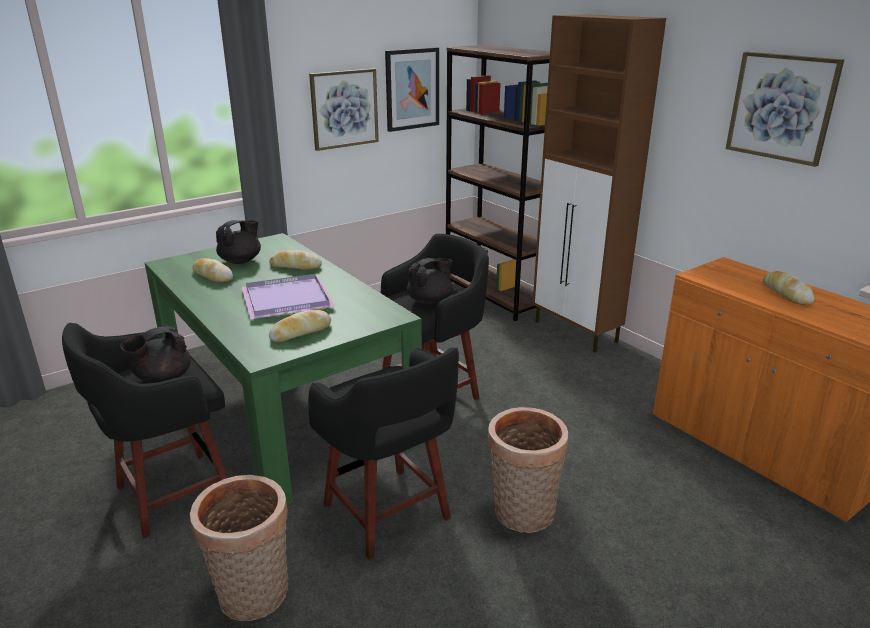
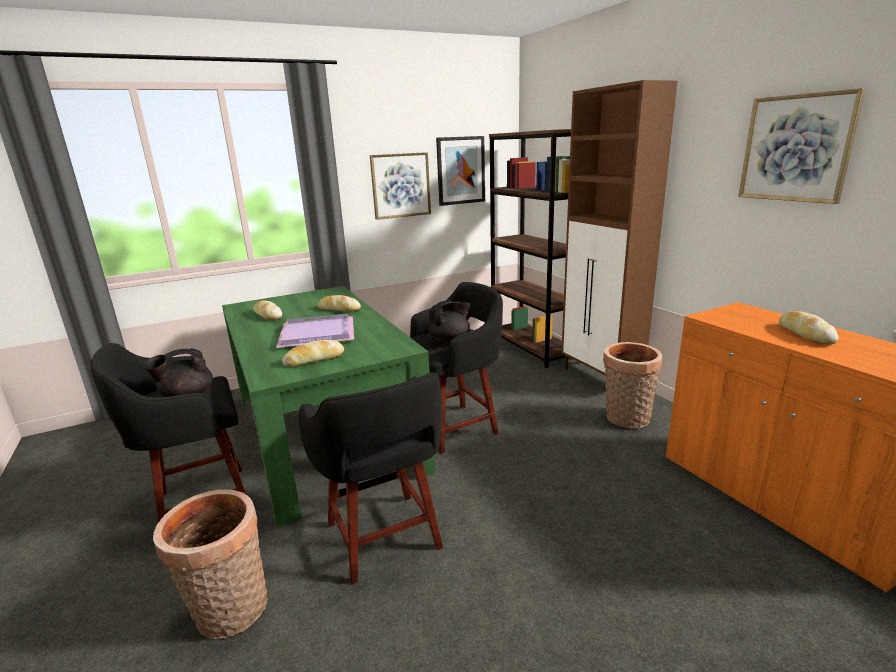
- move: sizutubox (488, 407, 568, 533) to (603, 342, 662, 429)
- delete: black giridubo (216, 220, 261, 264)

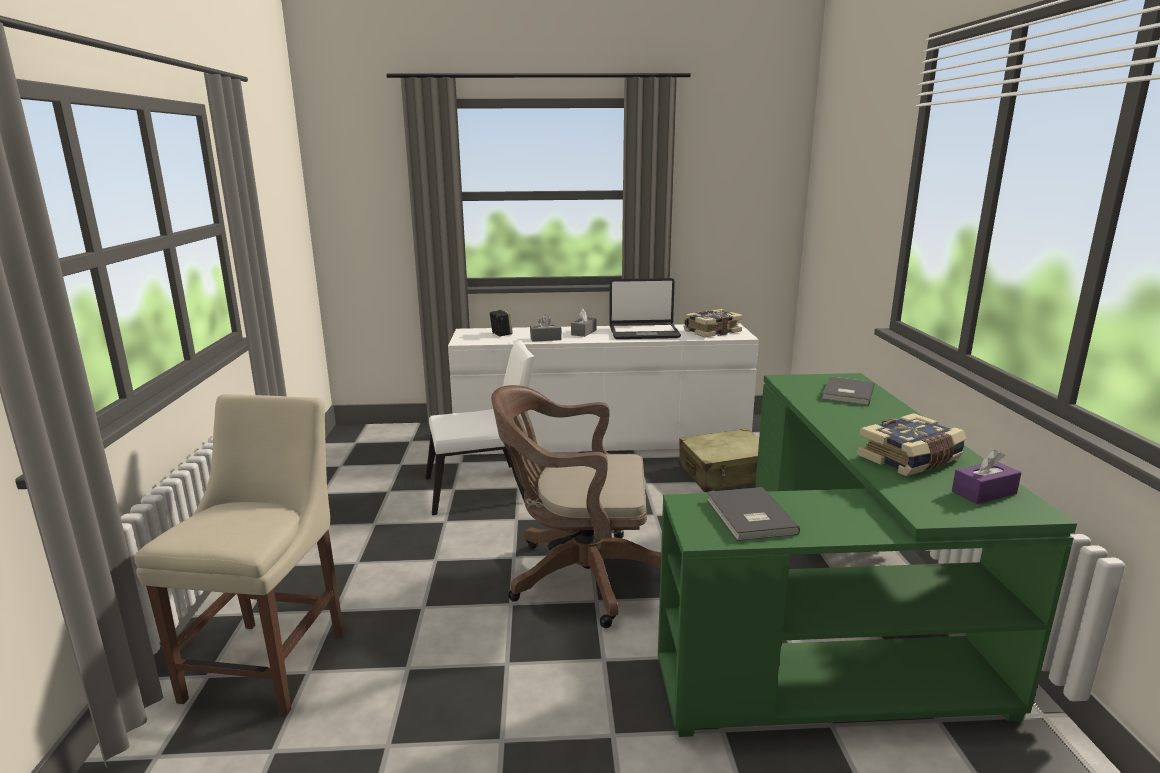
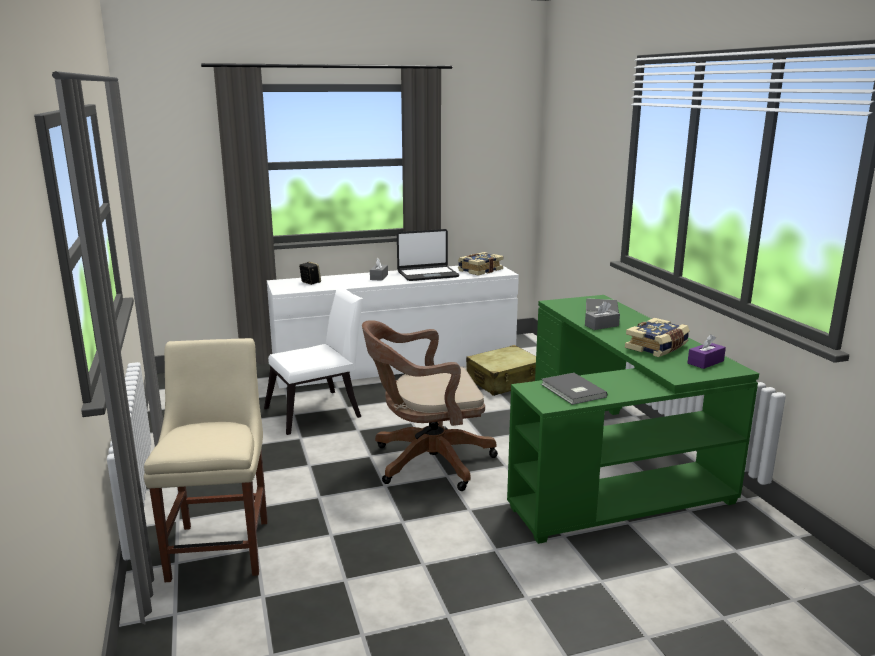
- move: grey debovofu (530, 314, 562, 342) to (585, 301, 620, 330)

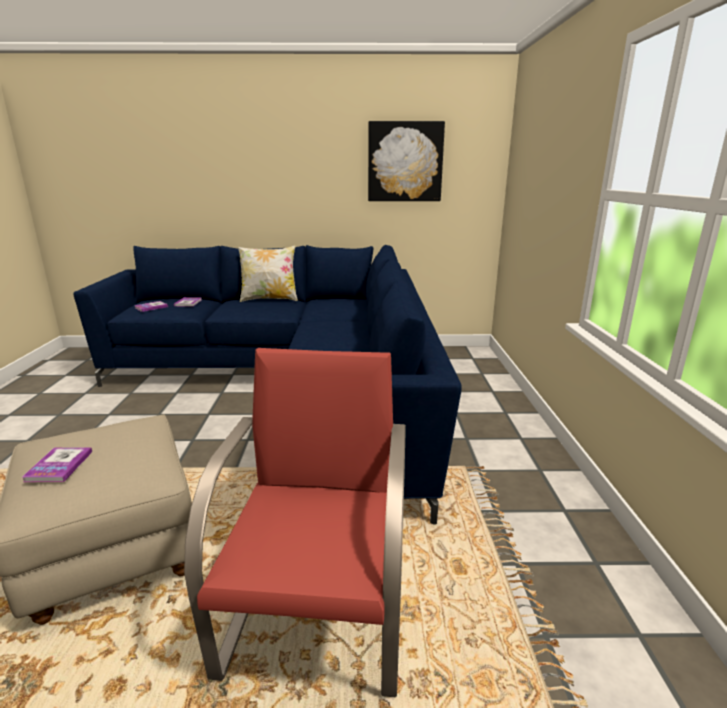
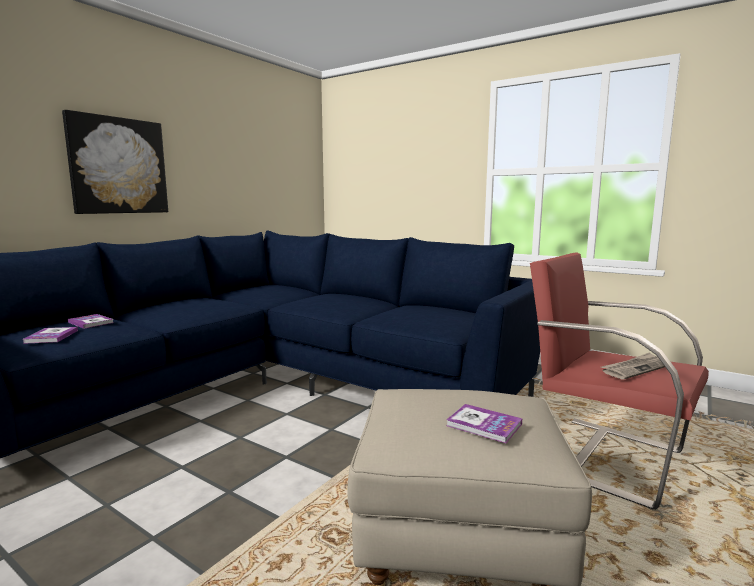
- move: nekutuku (368, 121, 445, 201) to (62, 110, 168, 214)
- insert: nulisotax (601, 352, 665, 379)
- delete: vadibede (238, 245, 298, 302)

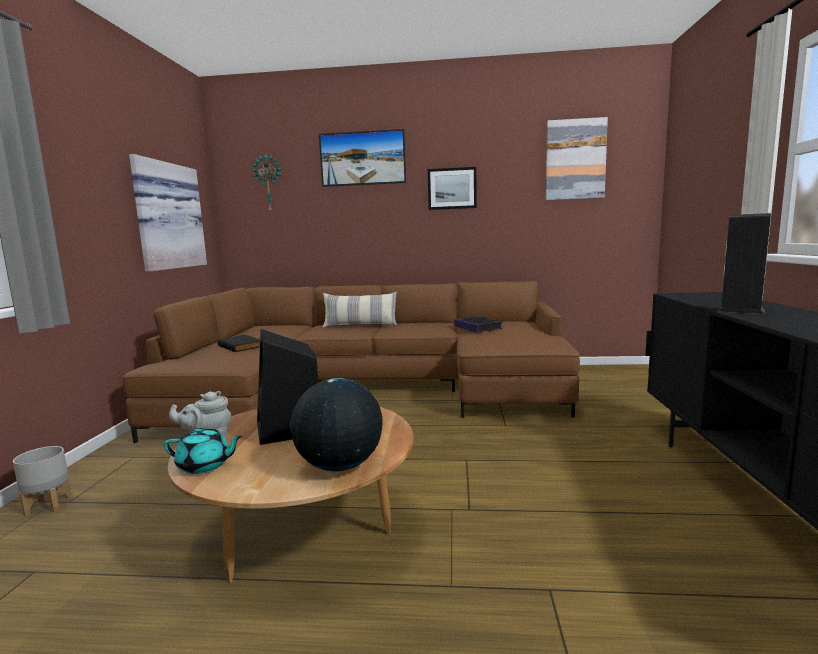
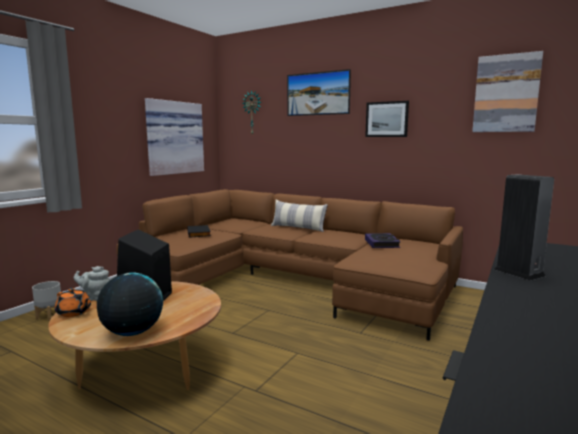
- recolor: turquoise giridubo (164, 427, 243, 474) to orange giridubo (55, 288, 91, 317)

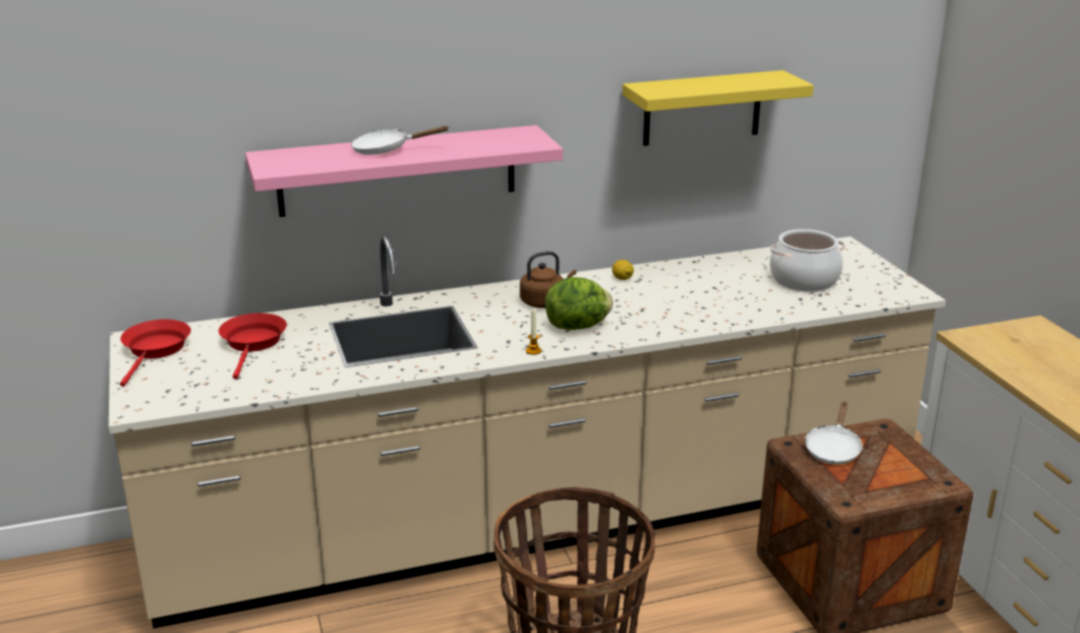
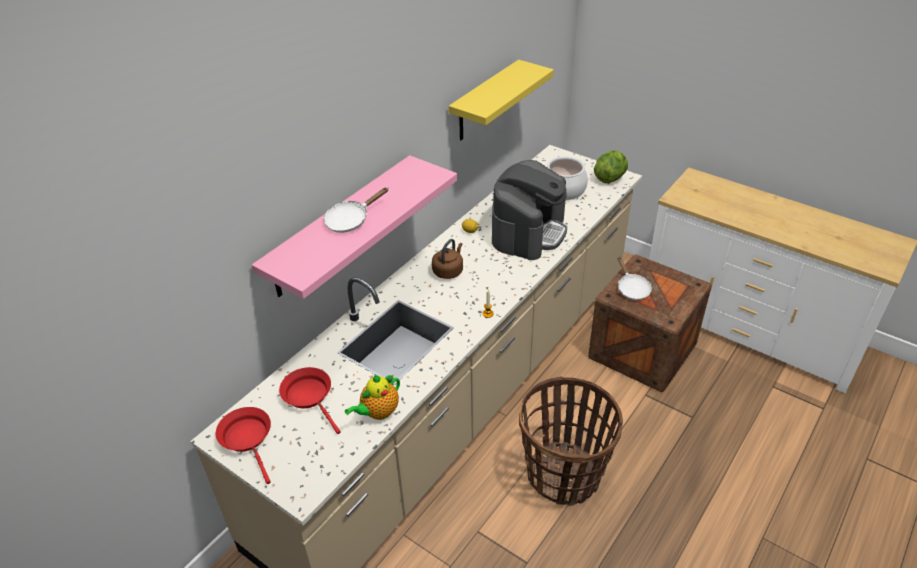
- insert: giridubo (345, 374, 400, 420)
- insert: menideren (492, 160, 567, 260)
- move: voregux (545, 277, 613, 330) to (594, 151, 628, 183)

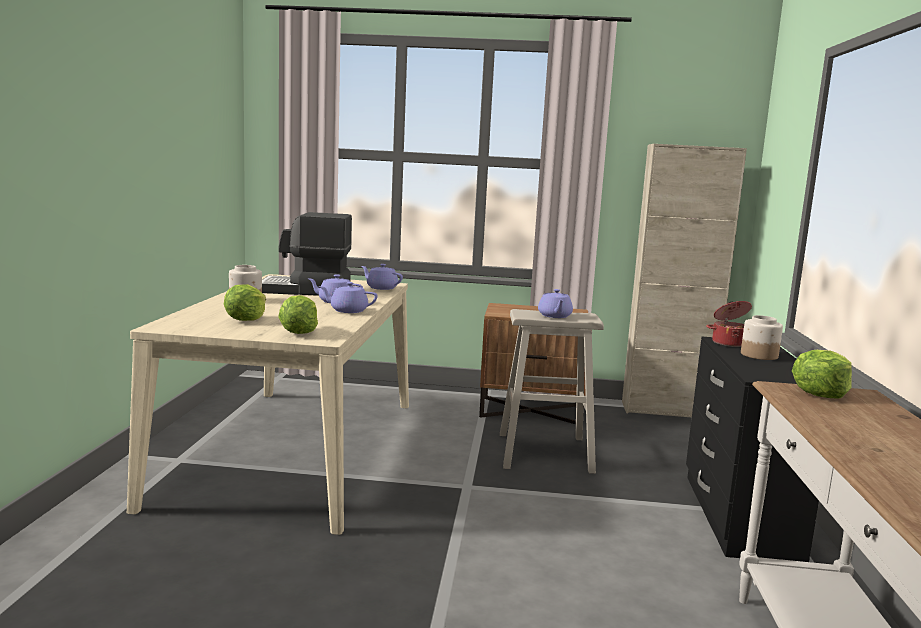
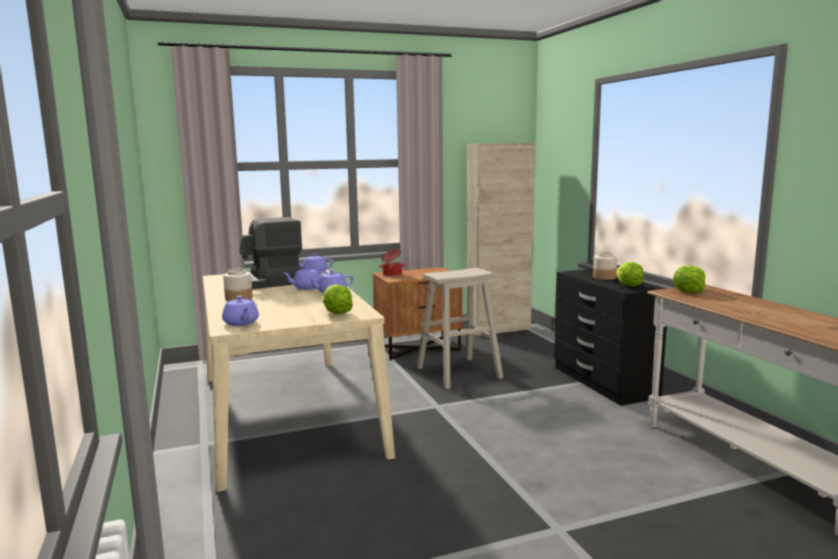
- move: purple giridubo (538, 289, 573, 318) to (222, 296, 259, 326)
- move: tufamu (706, 301, 752, 347) to (378, 249, 406, 276)
- move: voregux (224, 284, 266, 321) to (617, 262, 644, 286)

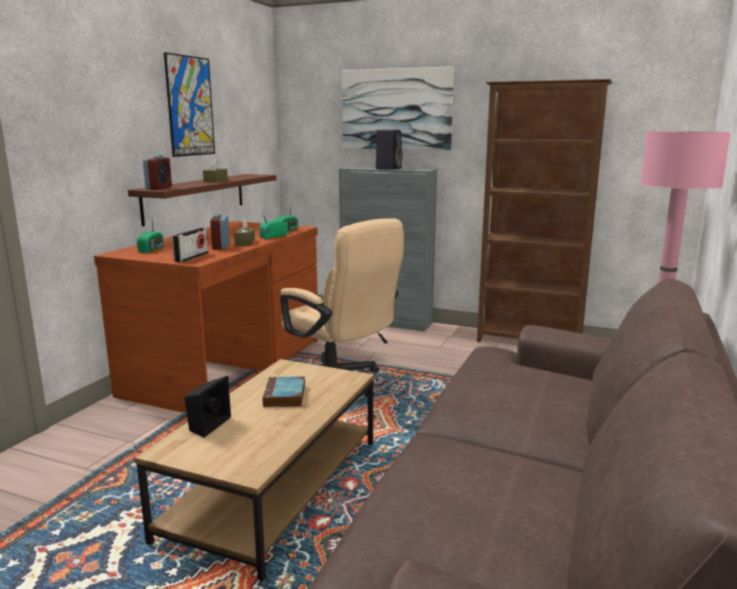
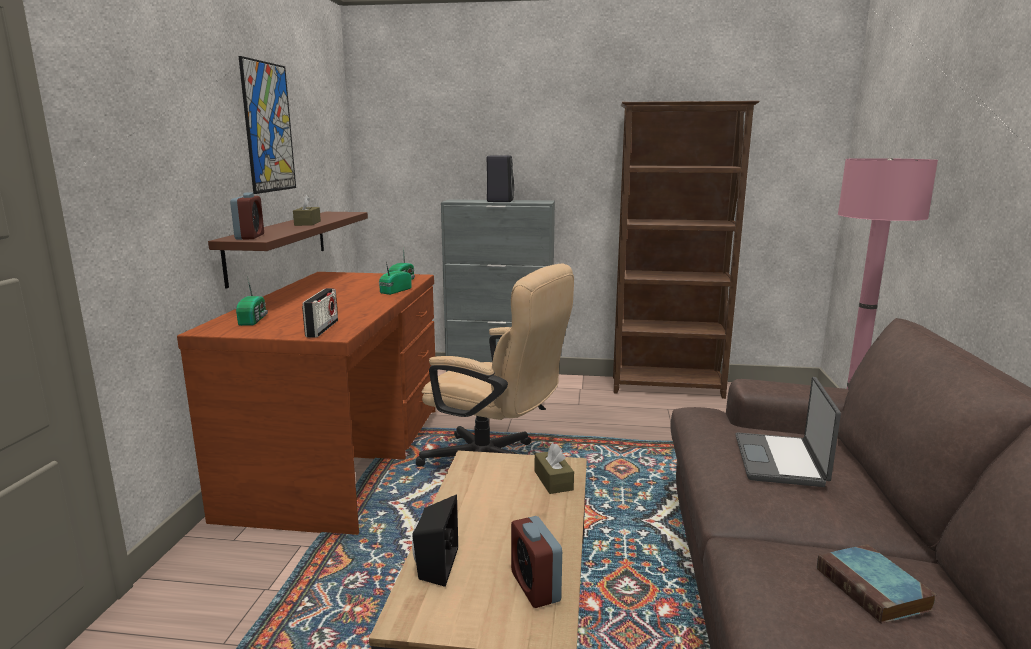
- move: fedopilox (210, 214, 230, 250) to (511, 516, 562, 608)
- move: brown debovofu (234, 219, 255, 246) to (535, 443, 574, 494)
- insert: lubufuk (735, 377, 841, 487)
- move: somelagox (262, 376, 305, 407) to (817, 544, 937, 624)
- delete: nekutuku (342, 66, 454, 150)

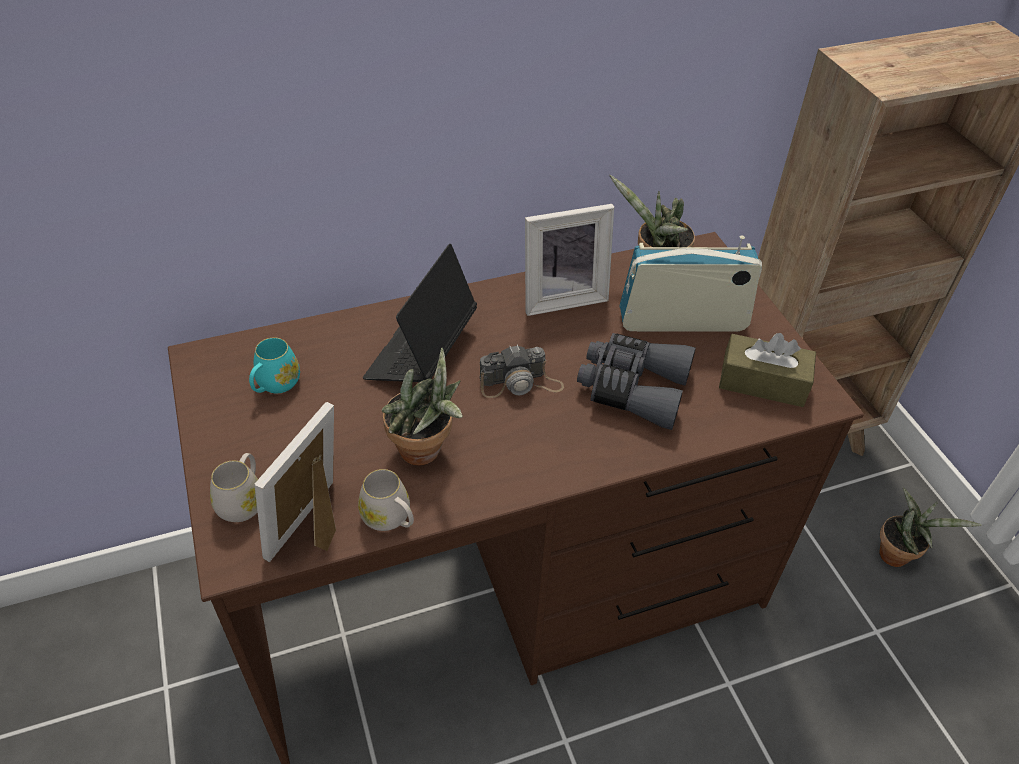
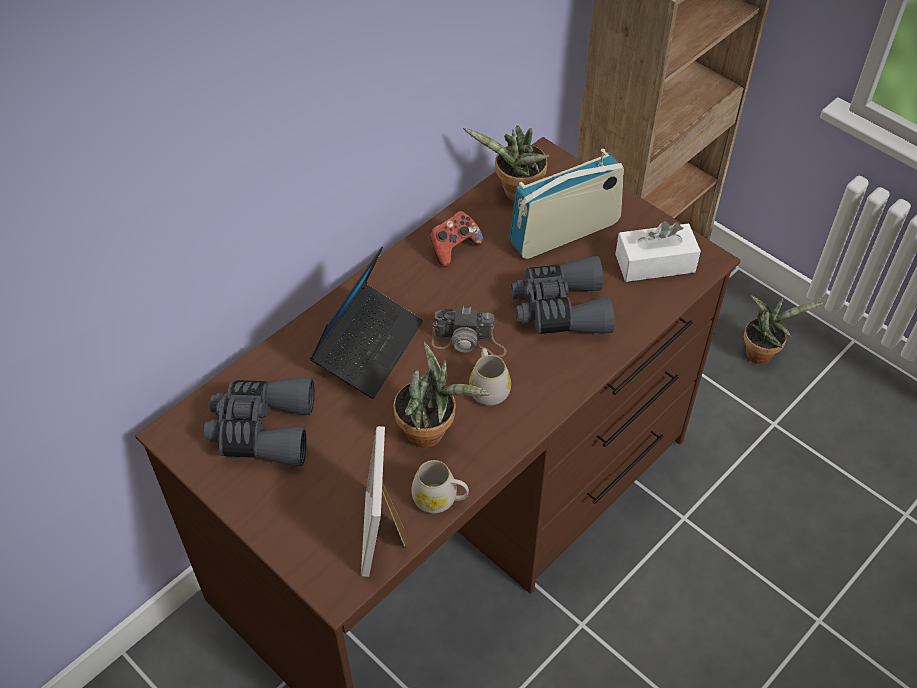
- replace: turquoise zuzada (249, 337, 300, 393) to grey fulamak (204, 377, 315, 466)
- rotate: lubufuk (363, 244, 477, 382) = (310, 247, 423, 399) 150 degrees counterclockwise
- replace: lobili (525, 204, 614, 316) to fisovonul (430, 211, 484, 267)
- rotate: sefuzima (480, 345, 564, 398) = (432, 307, 507, 357) 45 degrees clockwise
- move: white zuzada (210, 453, 258, 522) to (469, 348, 511, 405)
- recolor: brown debovofu (719, 333, 816, 407) to white debovofu (615, 221, 701, 282)

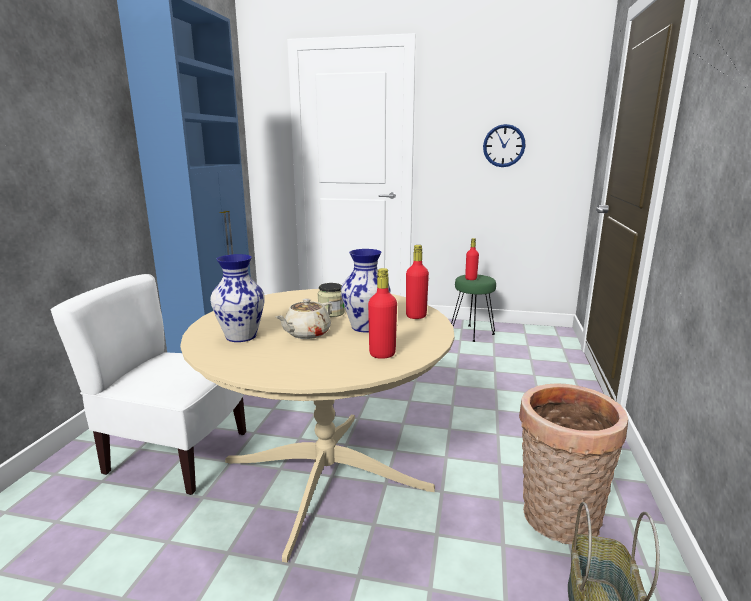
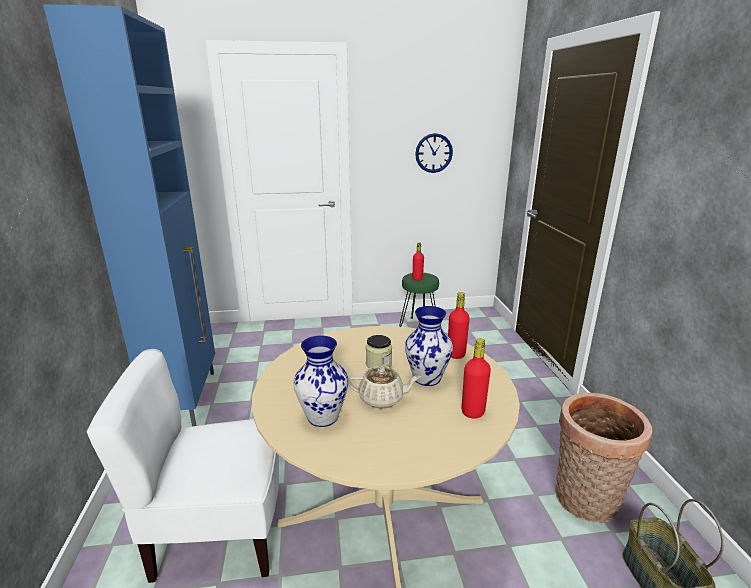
- rotate: beige giridubo (276, 298, 333, 339) = (348, 366, 422, 409) 105 degrees counterclockwise

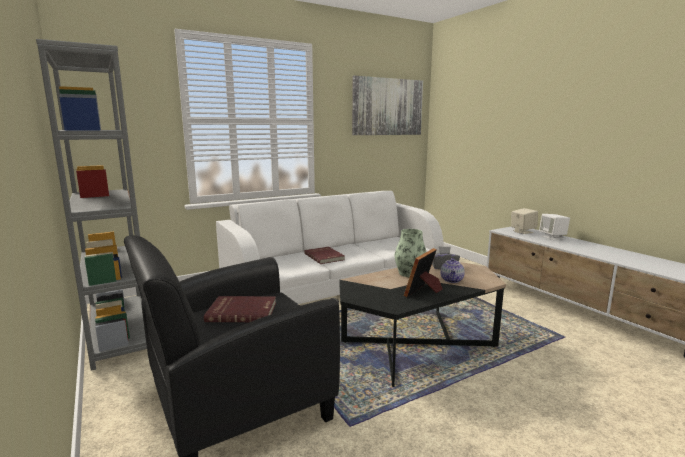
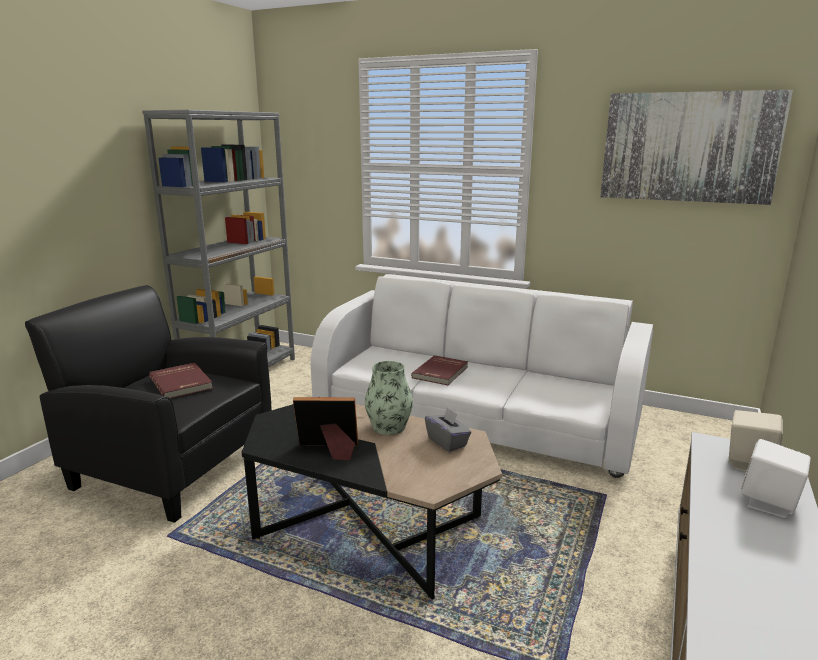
- delete: giridubo (440, 258, 465, 283)

